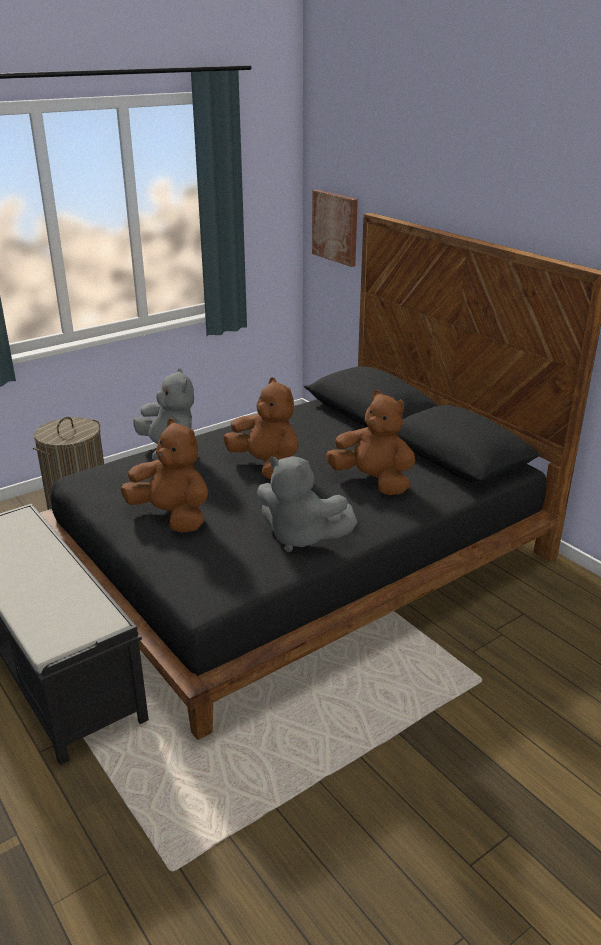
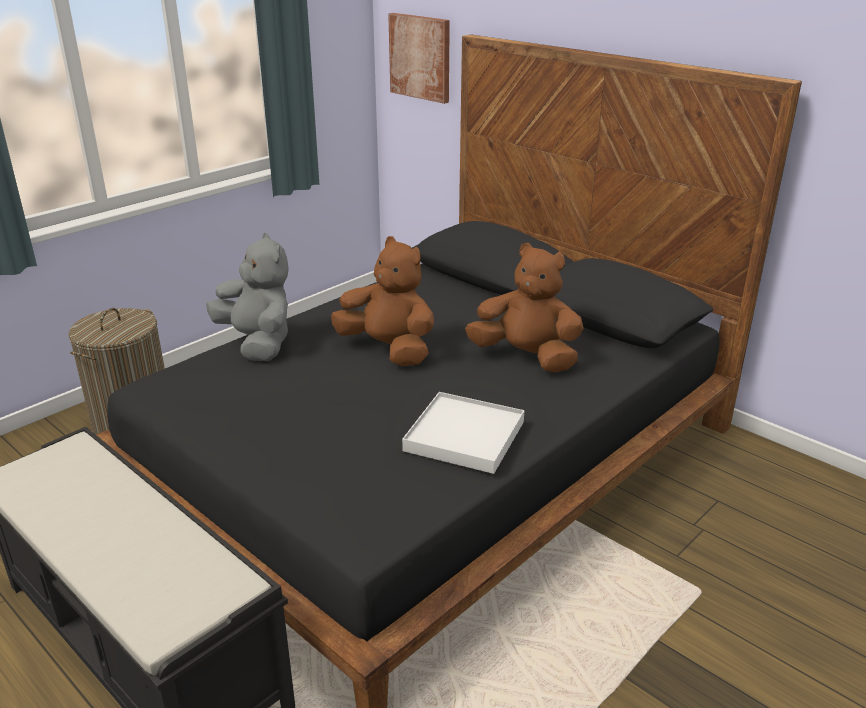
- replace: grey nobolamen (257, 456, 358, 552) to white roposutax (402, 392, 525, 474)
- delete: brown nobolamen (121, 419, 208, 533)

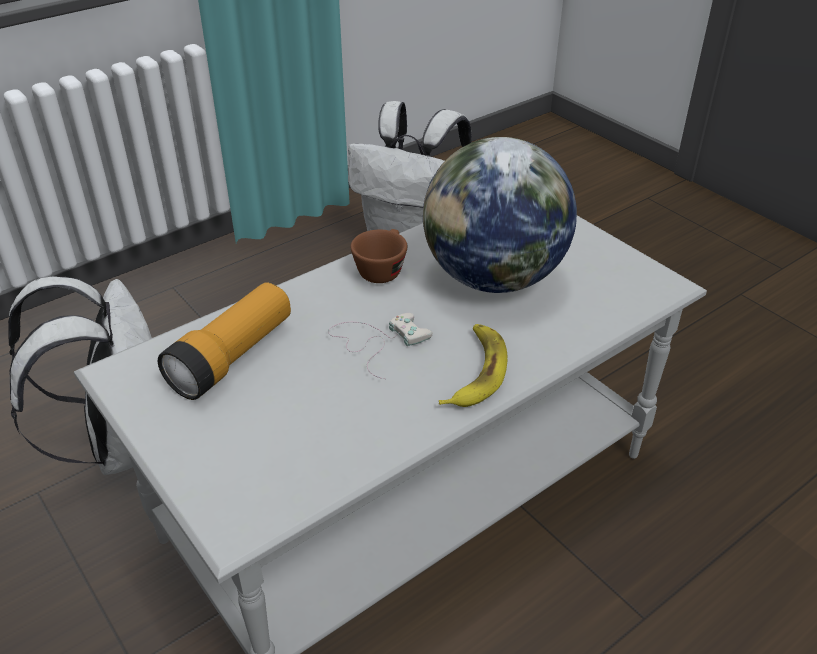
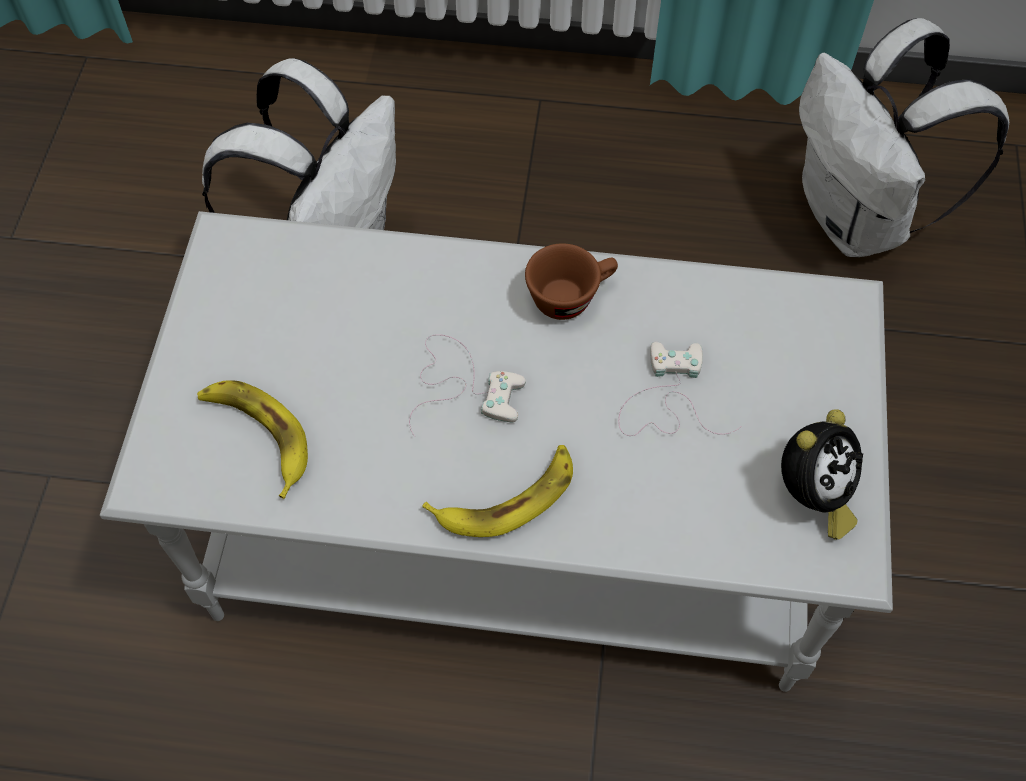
- insert: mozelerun (197, 380, 308, 499)
- replace: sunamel (423, 137, 577, 293) to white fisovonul (618, 341, 742, 436)
- insert: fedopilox (781, 409, 863, 540)
- delete: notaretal (158, 282, 291, 400)

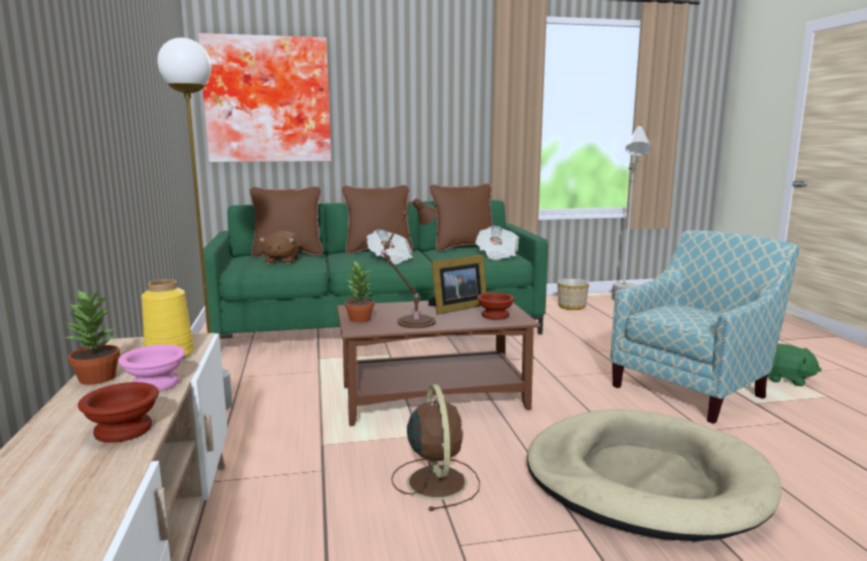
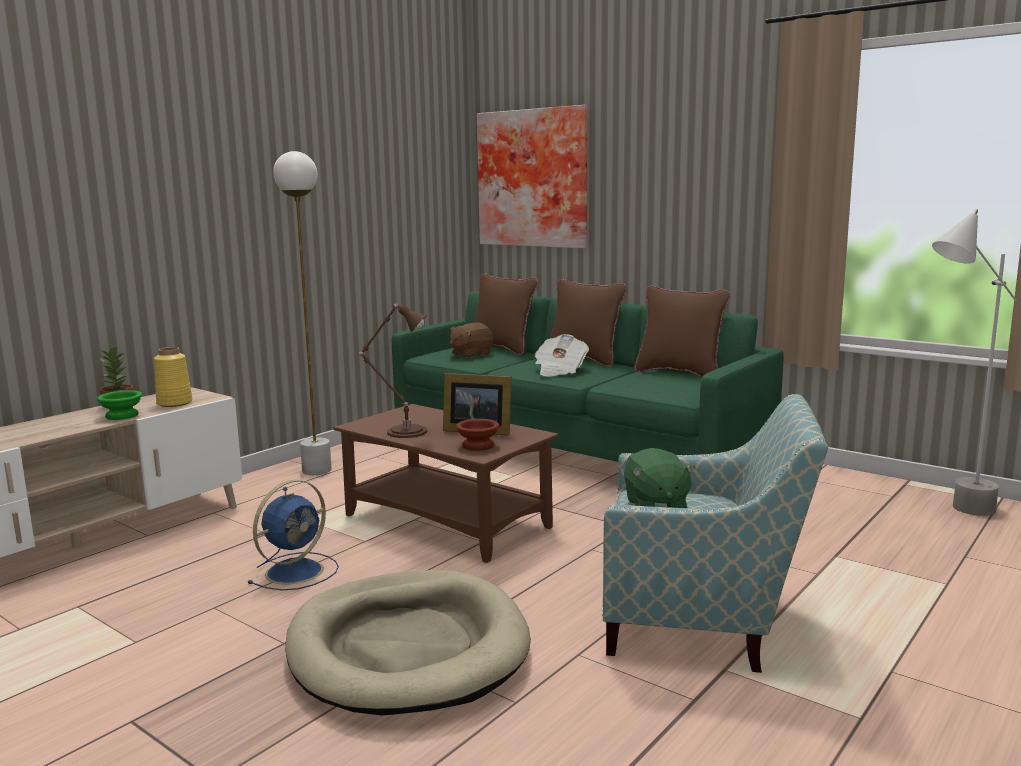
- recolor: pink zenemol (118, 345, 185, 391) to green zenemol (97, 390, 142, 420)
- recolor: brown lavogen (391, 384, 480, 511) to blue lavogen (247, 480, 339, 591)
- move: green nobolamen (768, 344, 822, 386) to (624, 448, 695, 508)
- delete: brown zenemol (78, 382, 159, 443)
- delete: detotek (345, 260, 375, 322)
- delete: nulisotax (475, 226, 519, 260)
- delete: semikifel (557, 279, 589, 310)

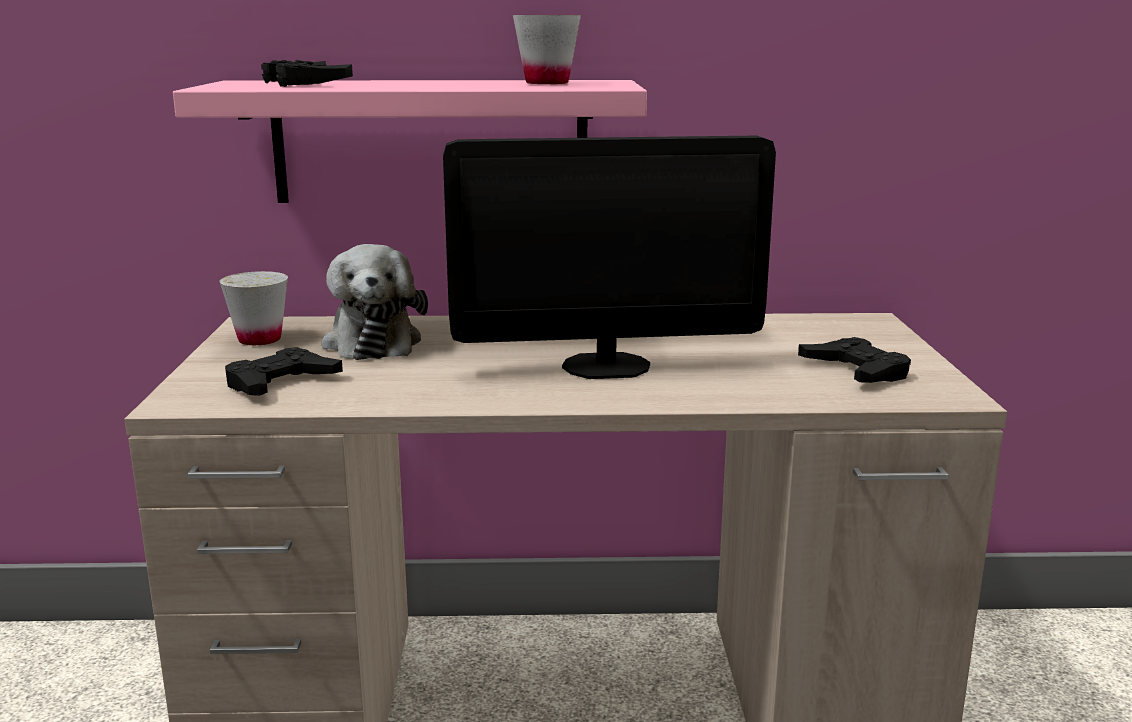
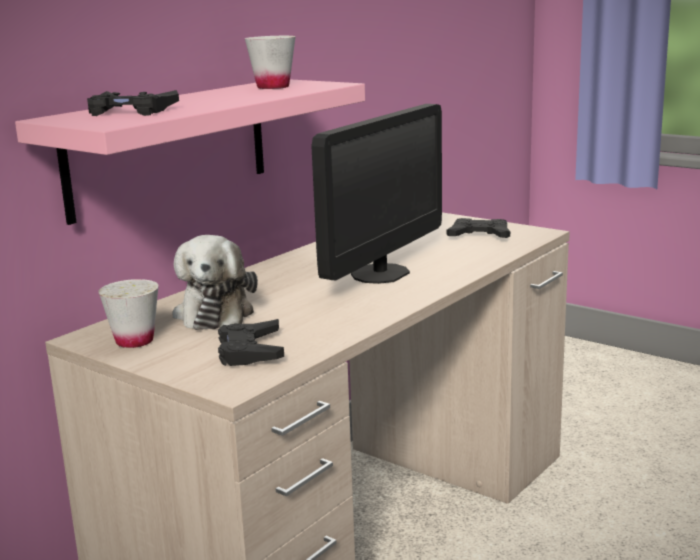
- rotate: nobolamen (321, 244, 428, 360) = (172, 235, 258, 330) 60 degrees clockwise

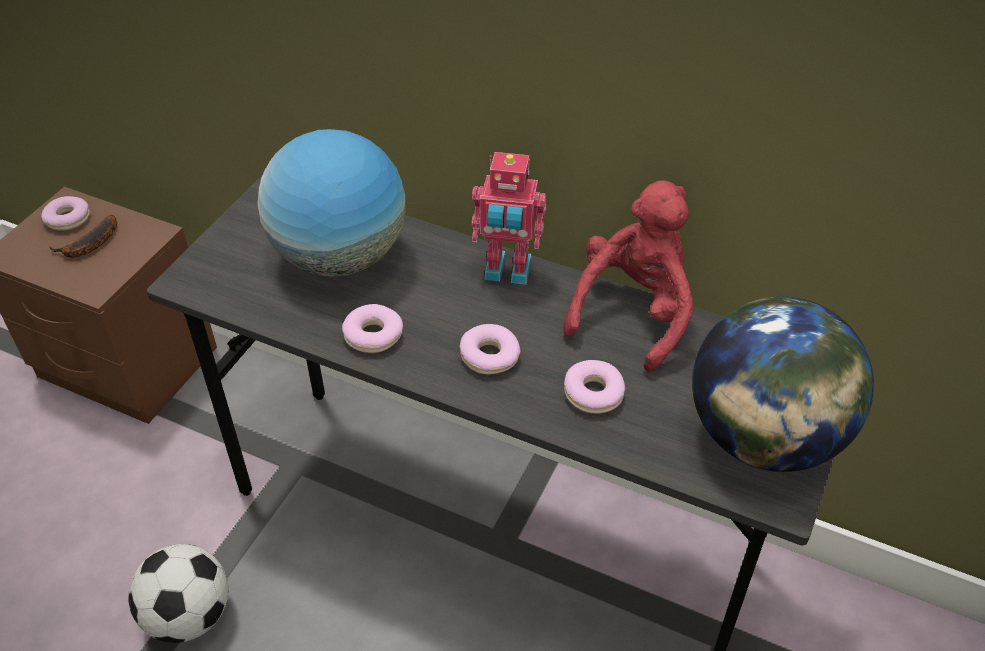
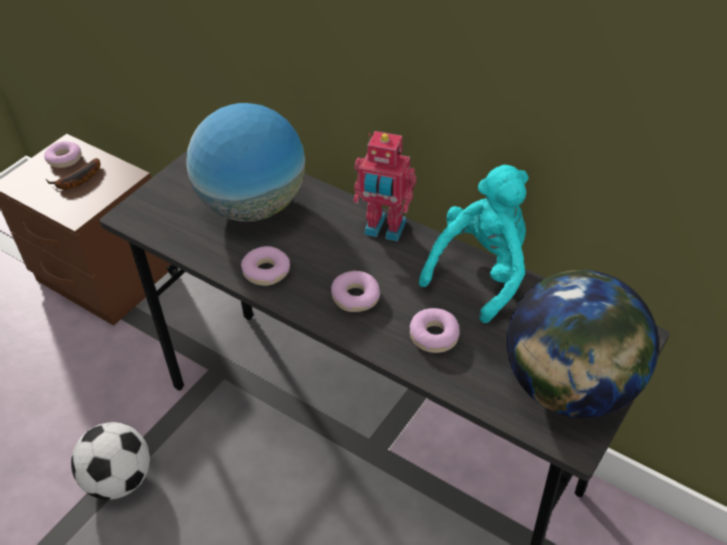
- recolor: red nobolamen (563, 181, 694, 372) to turquoise nobolamen (419, 165, 529, 323)

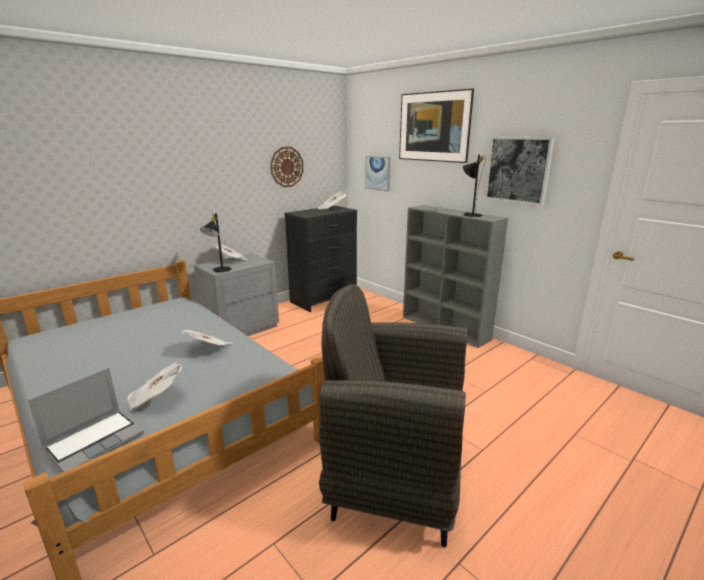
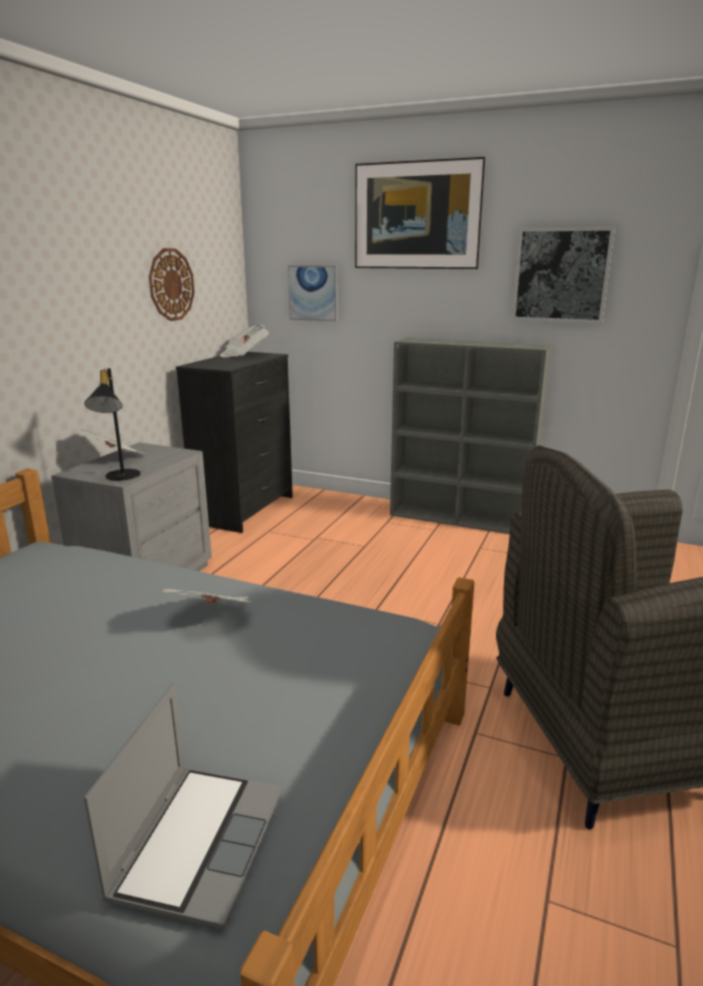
- delete: nulisotax (127, 362, 182, 411)
- delete: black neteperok (463, 155, 486, 217)

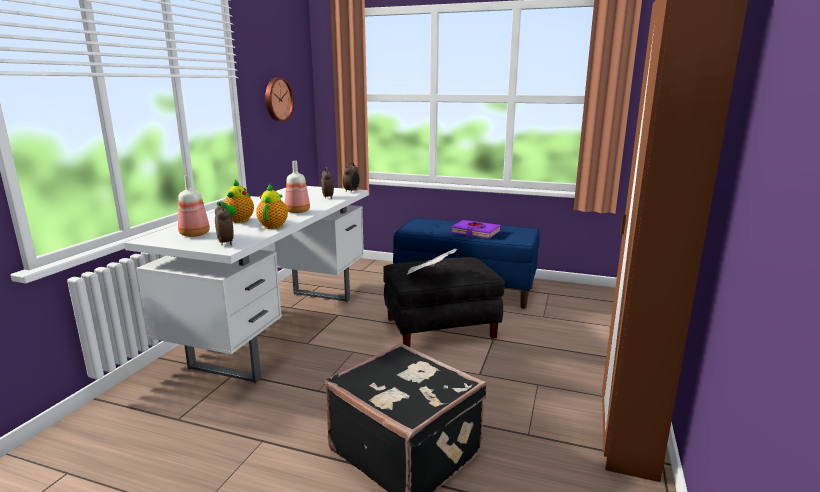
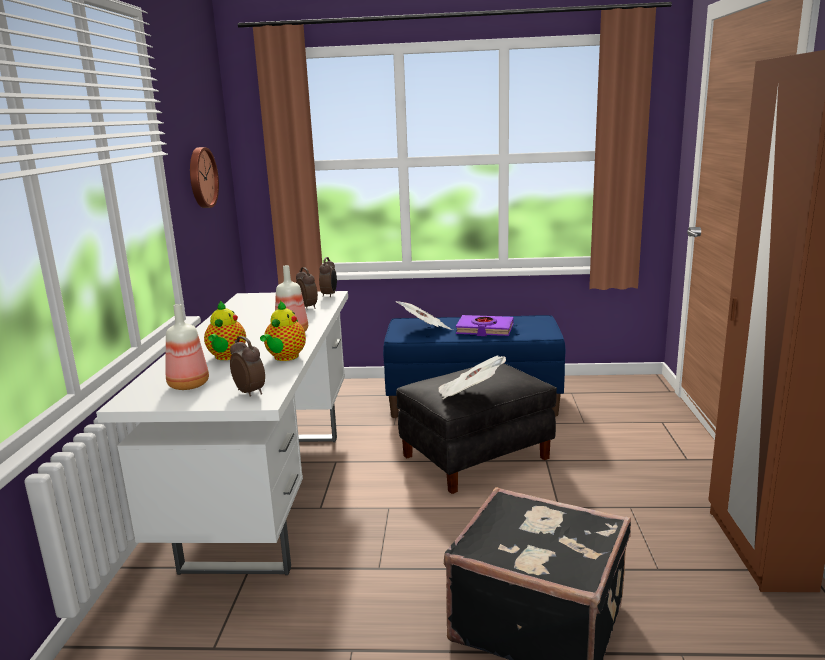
- rotate: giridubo (256, 184, 288, 229) = (260, 301, 306, 361) 150 degrees counterclockwise
- insert: nulisotax (395, 301, 453, 330)

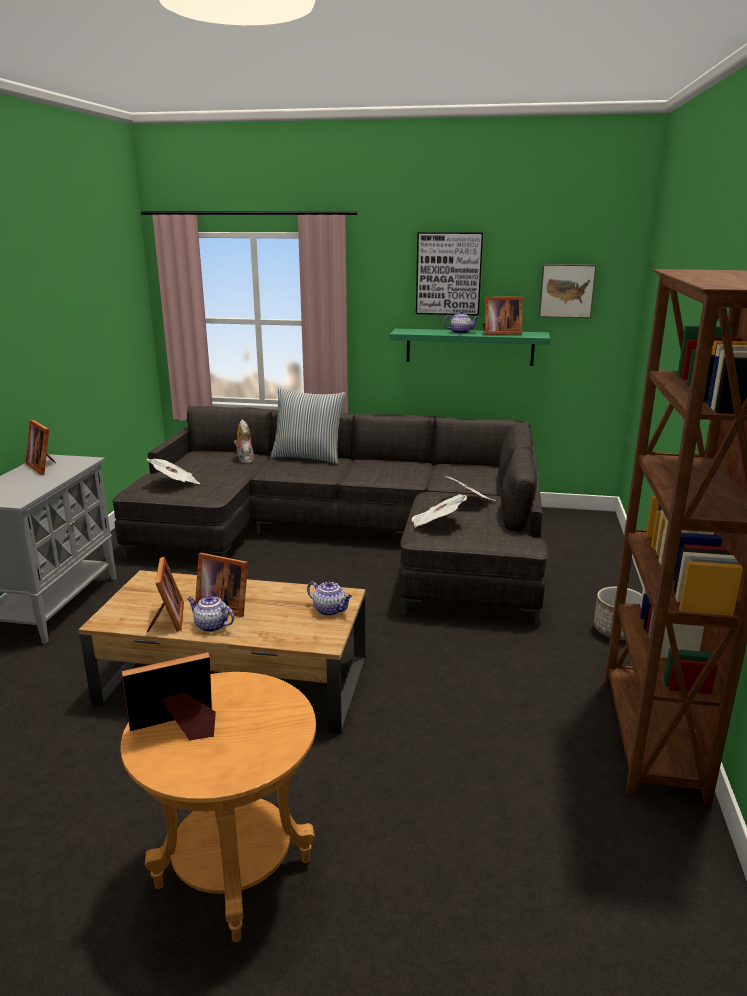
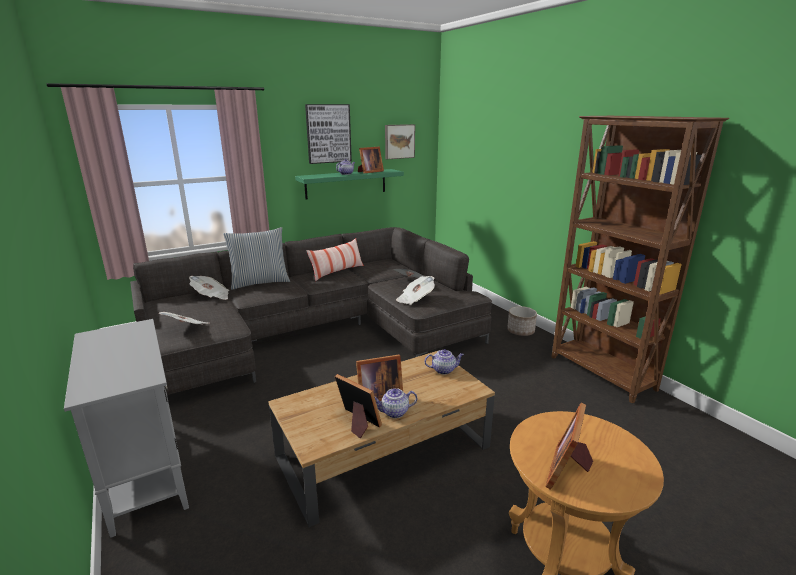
- replace: nobolamen (234, 419, 254, 463) to nulisotax (189, 276, 229, 300)
- insert: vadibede (306, 238, 364, 281)
- delete: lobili (25, 420, 56, 475)

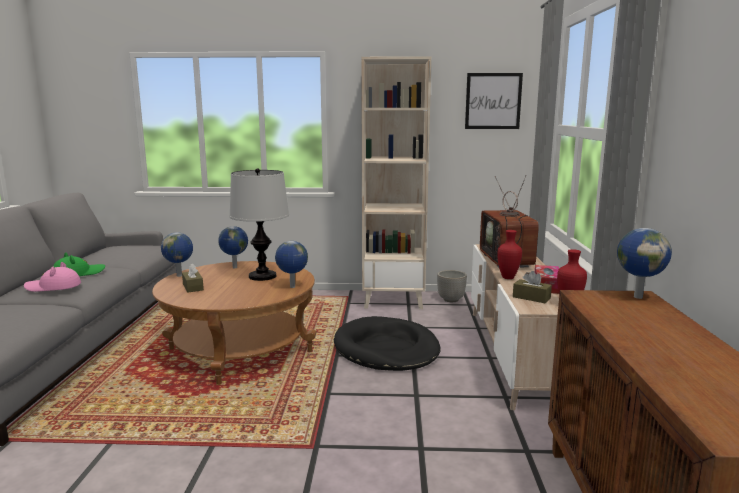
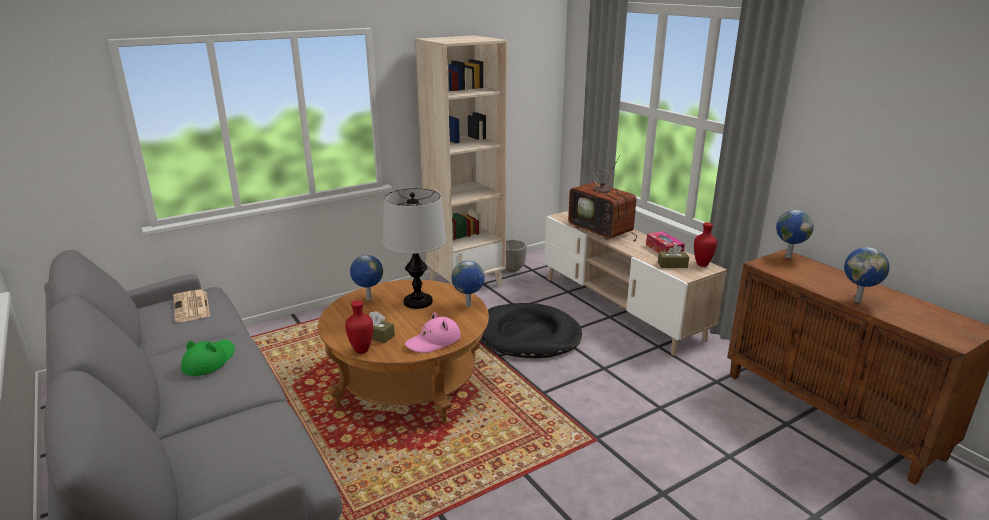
- insert: nulisotax (173, 290, 210, 322)
- move: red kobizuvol (497, 230, 522, 279) to (345, 300, 373, 354)
- move: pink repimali (24, 262, 81, 292) to (405, 312, 461, 353)
- move: sunamel (161, 232, 193, 277) to (844, 247, 890, 302)
- delete: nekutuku (465, 73, 523, 129)

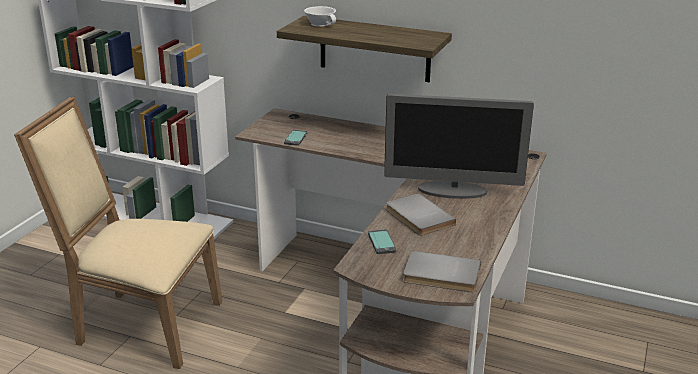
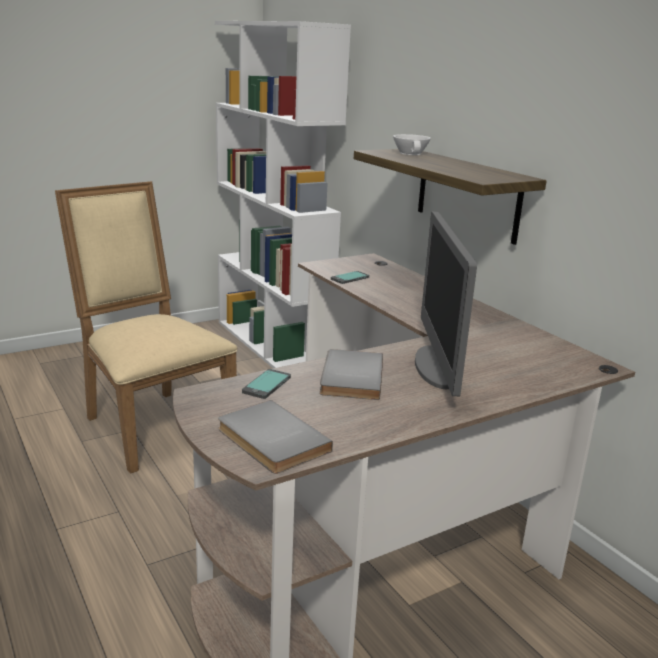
- rotate: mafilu (384, 94, 534, 199) = (415, 211, 477, 396) 45 degrees clockwise

